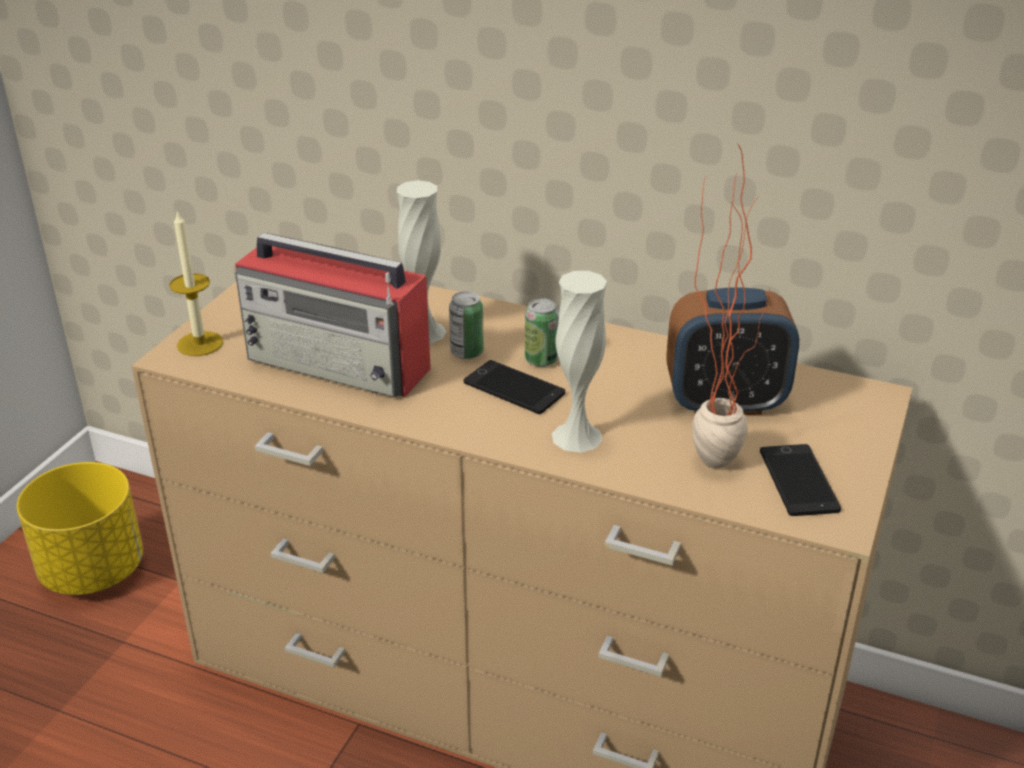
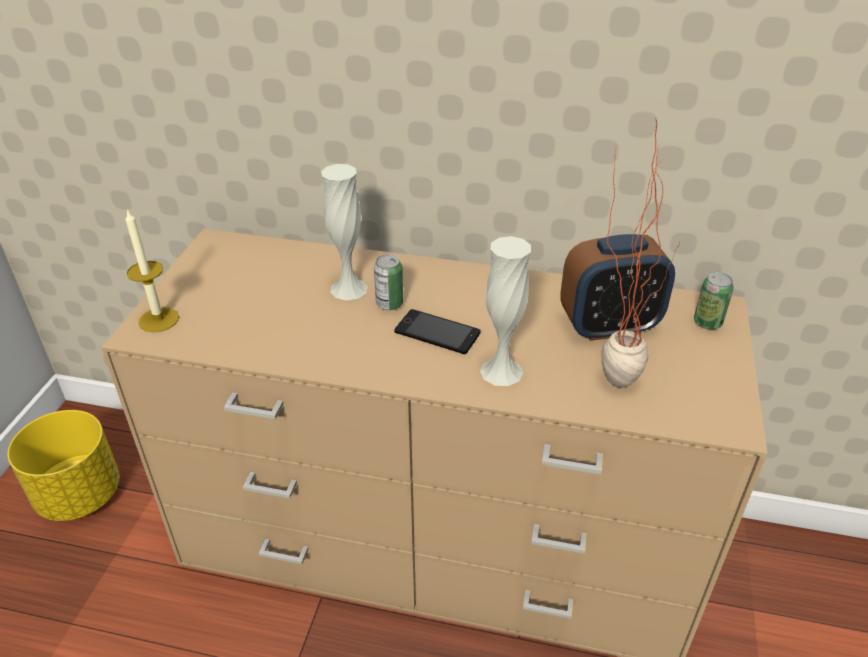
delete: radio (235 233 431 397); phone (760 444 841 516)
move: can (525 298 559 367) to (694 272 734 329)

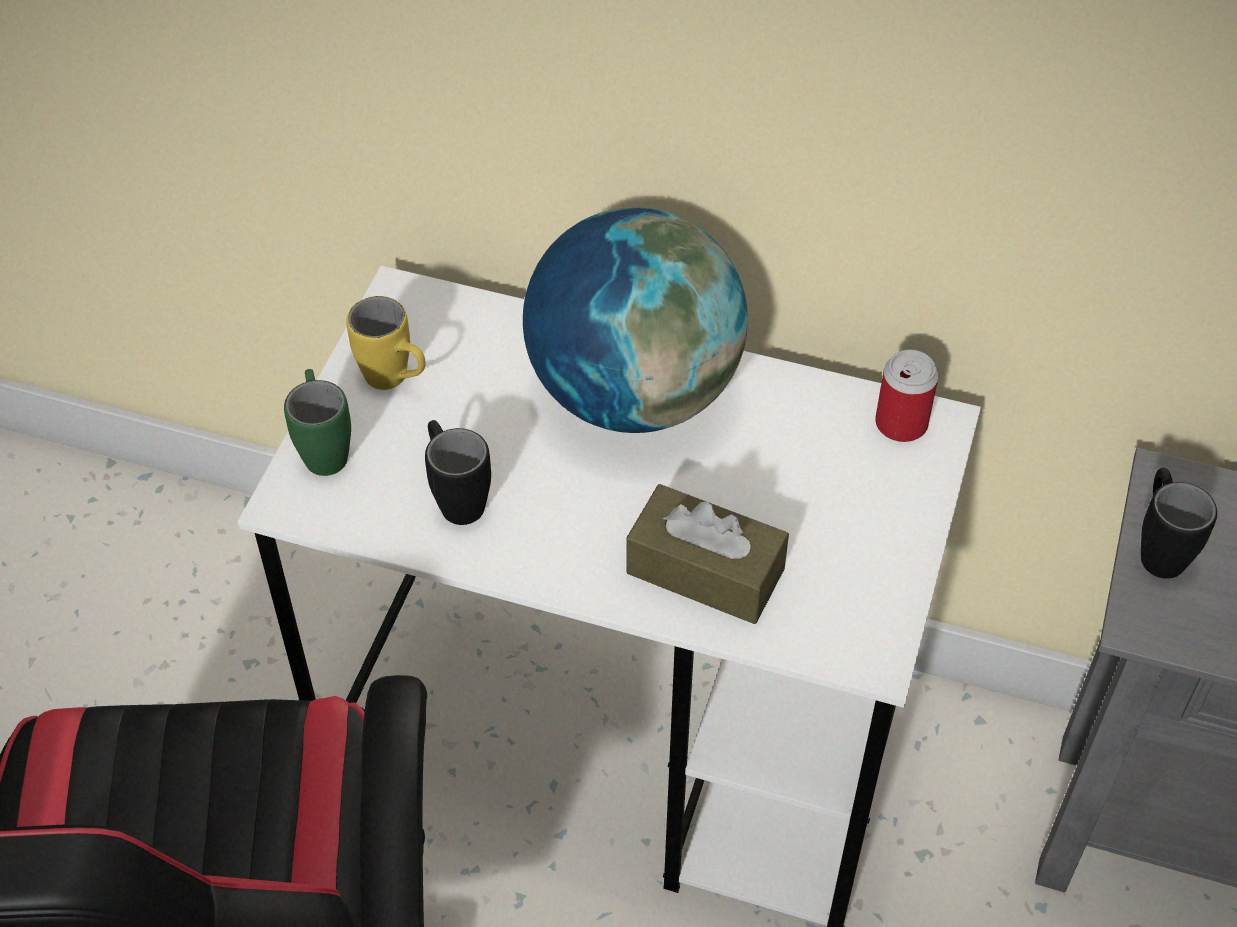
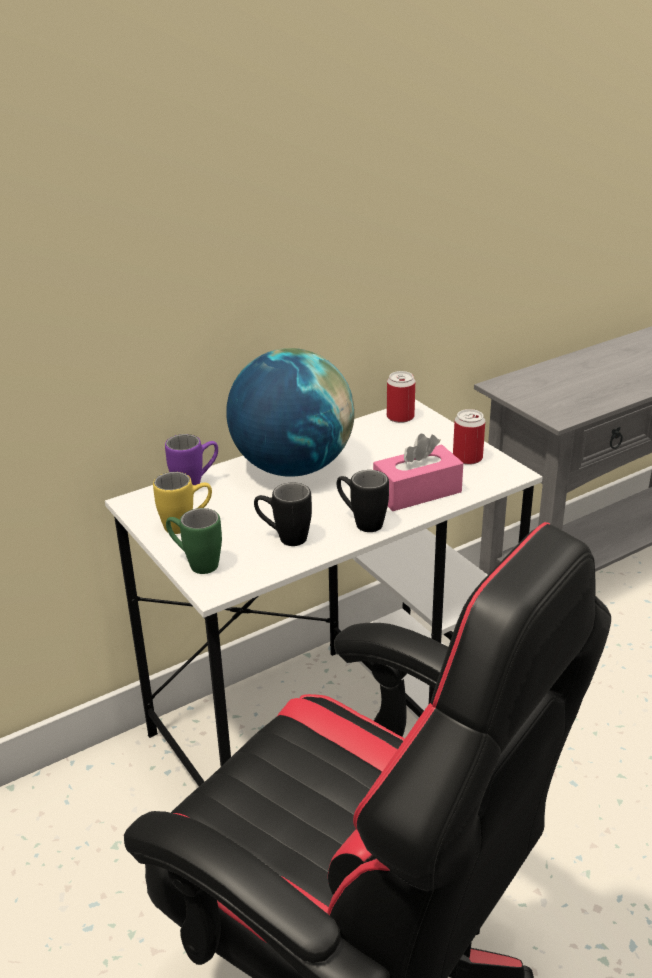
insert: mug in purple (165 434 218 485); can (453 409 485 465)
move: mug in black (1141 468 1217 579) to (337 470 389 532)
recolor: tissue box in brown (626 484 789 624) to tissue box in pink (373 434 463 511)

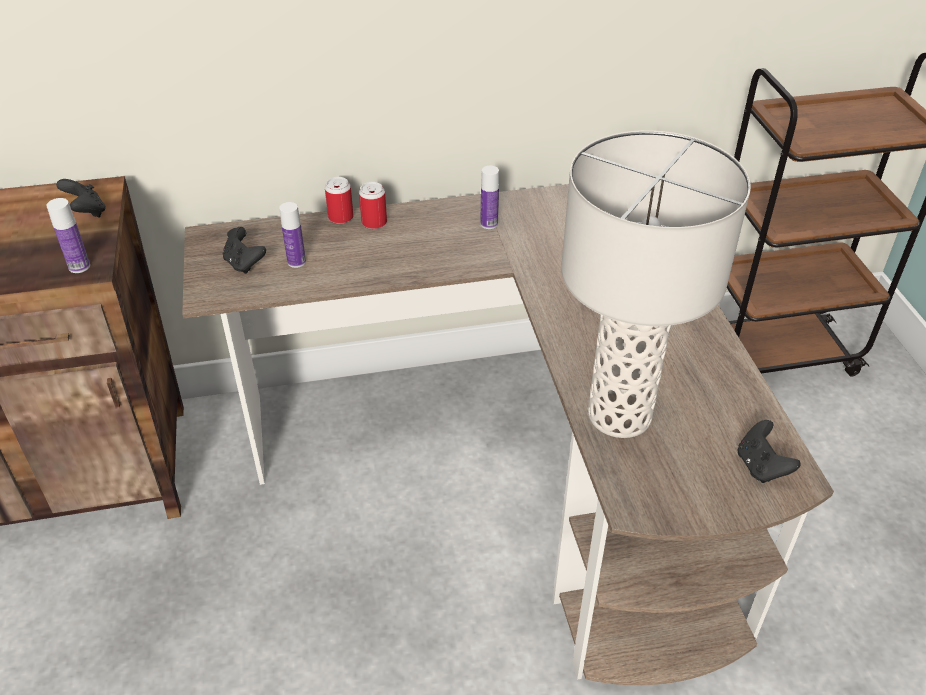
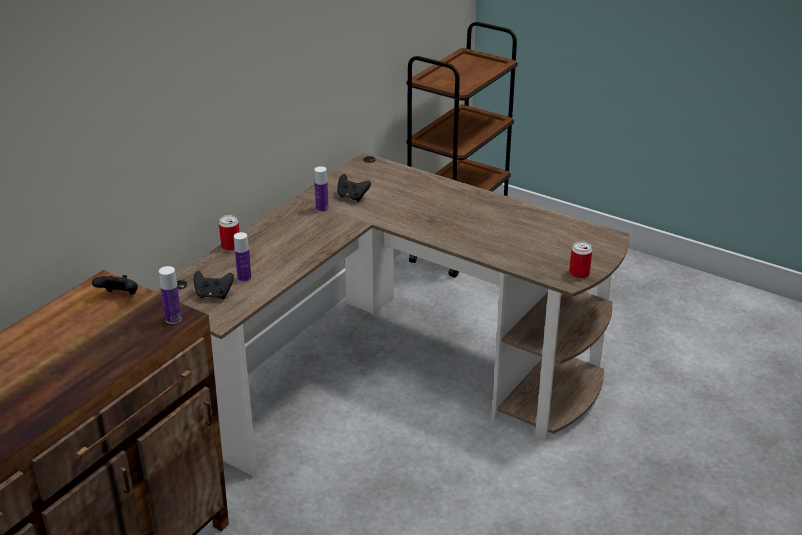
delete: table lamp in white (561 130 751 438)
move: game controller in black (738 420 800 483) to (337 174 371 202); can (359 182 387 229) to (569 241 592 279)

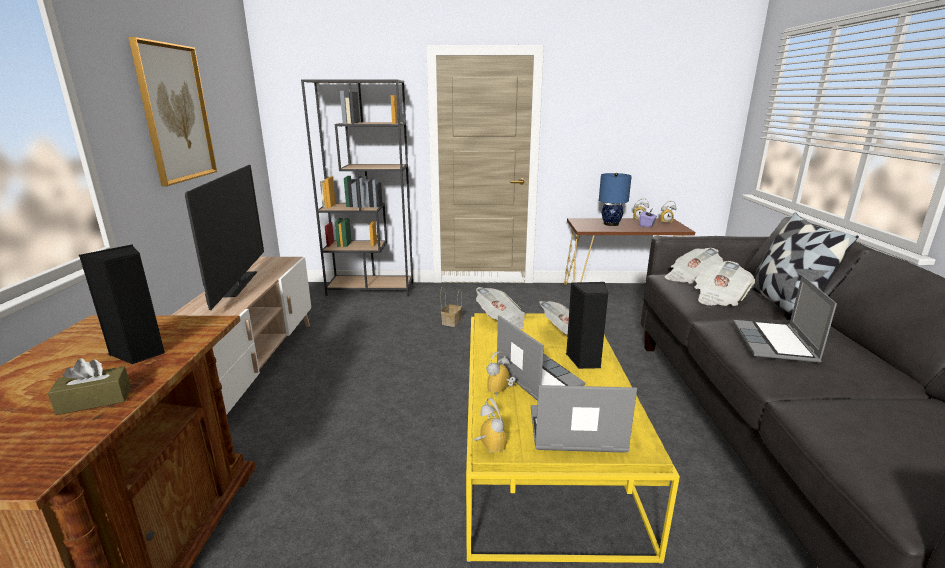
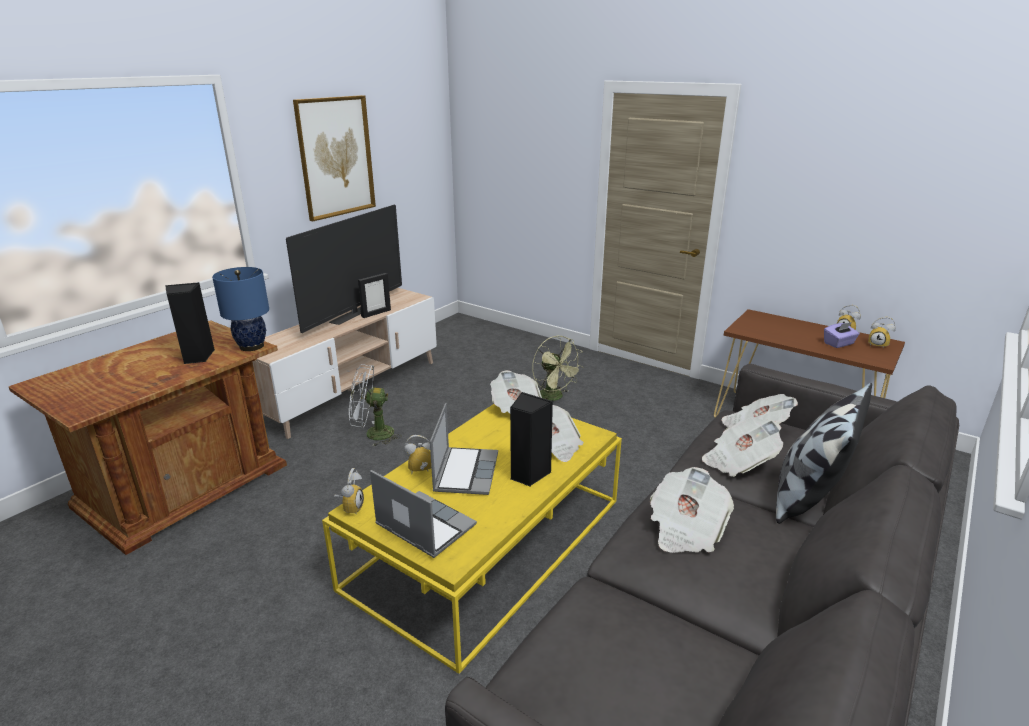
delete: tissue box in brown (48 358 131 415); bookcase (301 79 413 296)
insert: fan in white (349 364 402 446); picture frame (358 273 391 318)
move: table lamp in blue (599 173 632 226) to (212 267 269 351)
replace: basket (440 287 462 327) to fan in green (532 336 583 401); laptop (733 275 837 363) to newspaper (650 467 734 553)

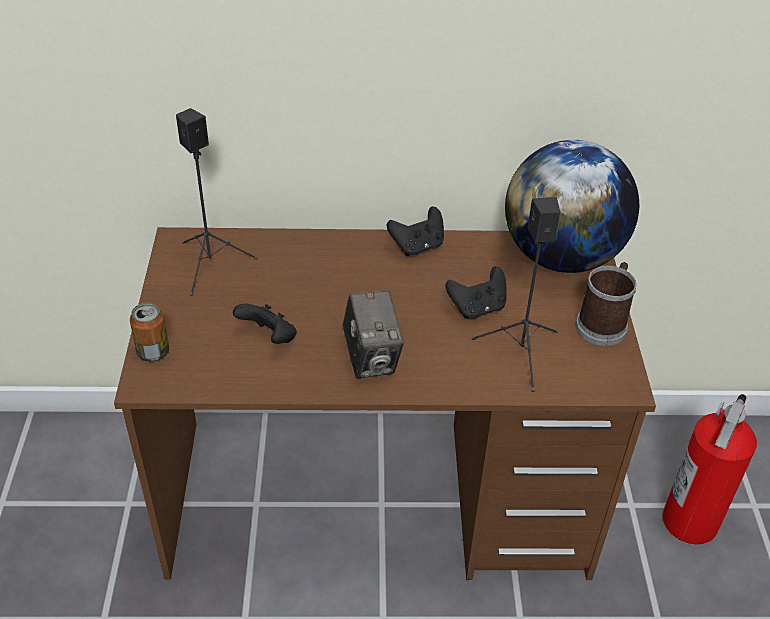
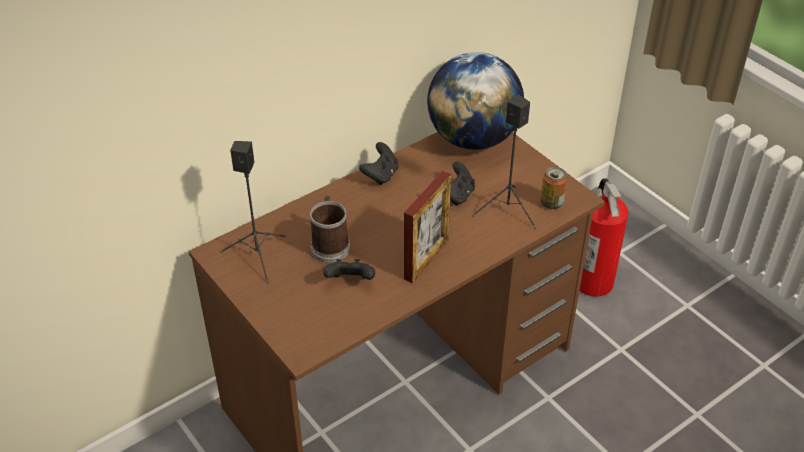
move: mug (575 262 636 346) to (310 196 350 263); can (130 303 169 362) to (541 167 567 209)
replace: photo camera (342 290 404 378) to picture frame (404 171 451 283)

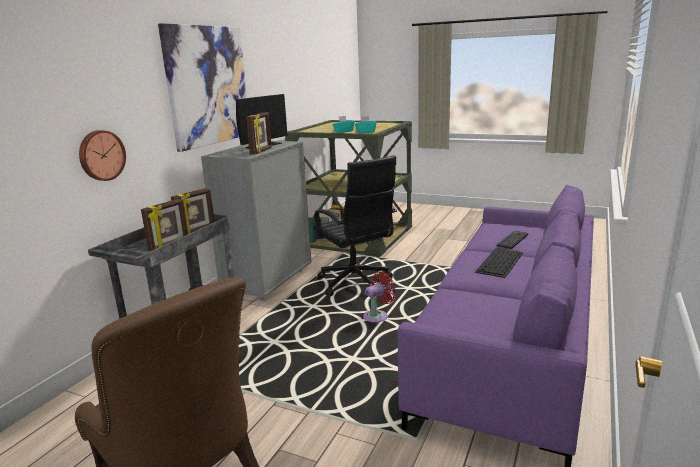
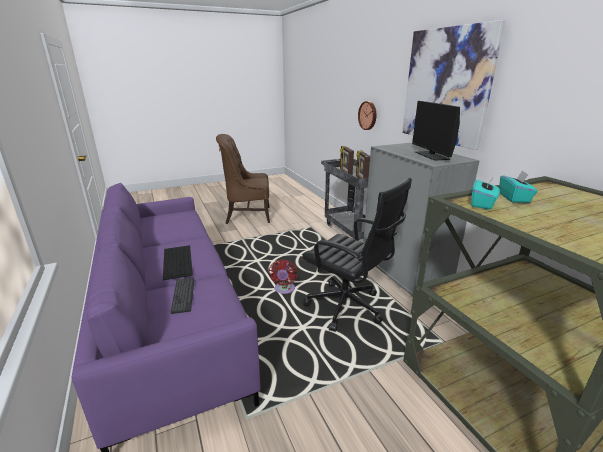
delete: picture frame (246 112 272 154)
rotate: office chair in black (313 155 397 296) = (302 178 412 332) 150 degrees counterclockwise

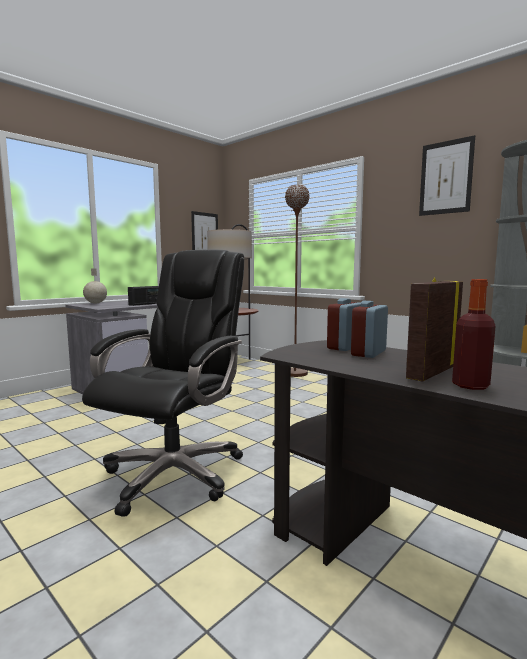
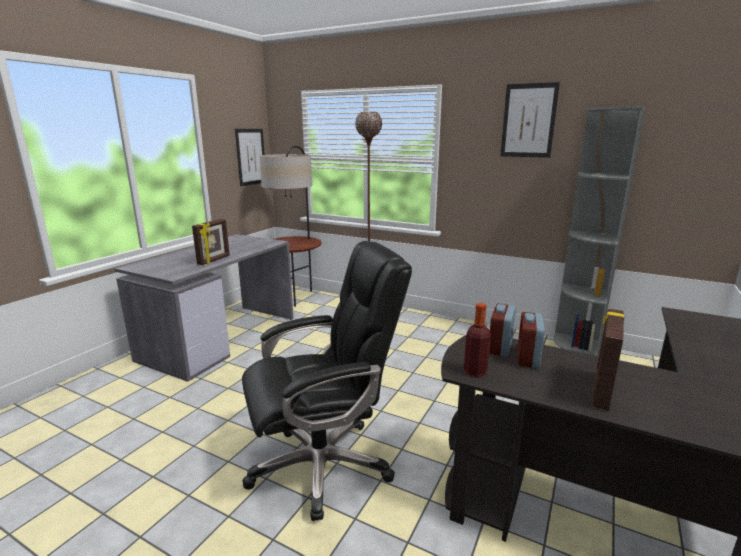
delete: globe (83 269 107 303)
move: bottle (452 279 496 390) to (464 303 491 377)
replace: radio (128 286 159 306) to picture frame (192 219 230 265)
rotate: office chair in black (82 250 244 517) = (242 241 412 521) 60 degrees clockwise

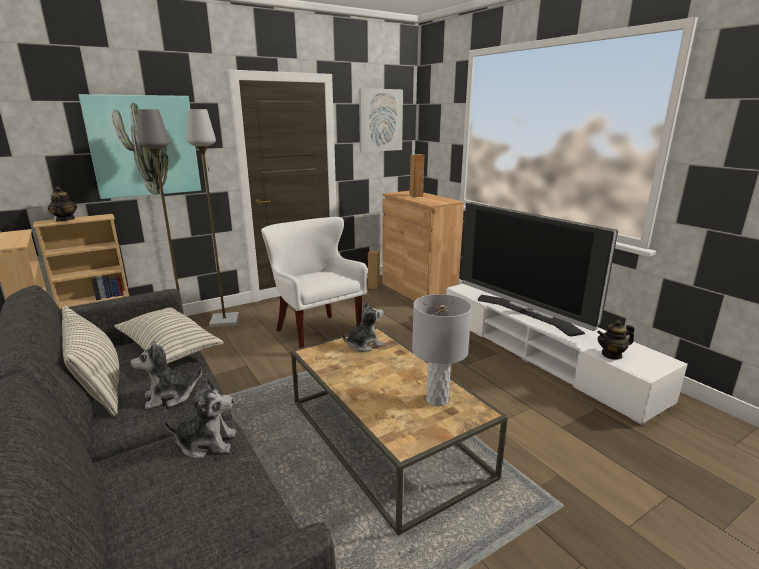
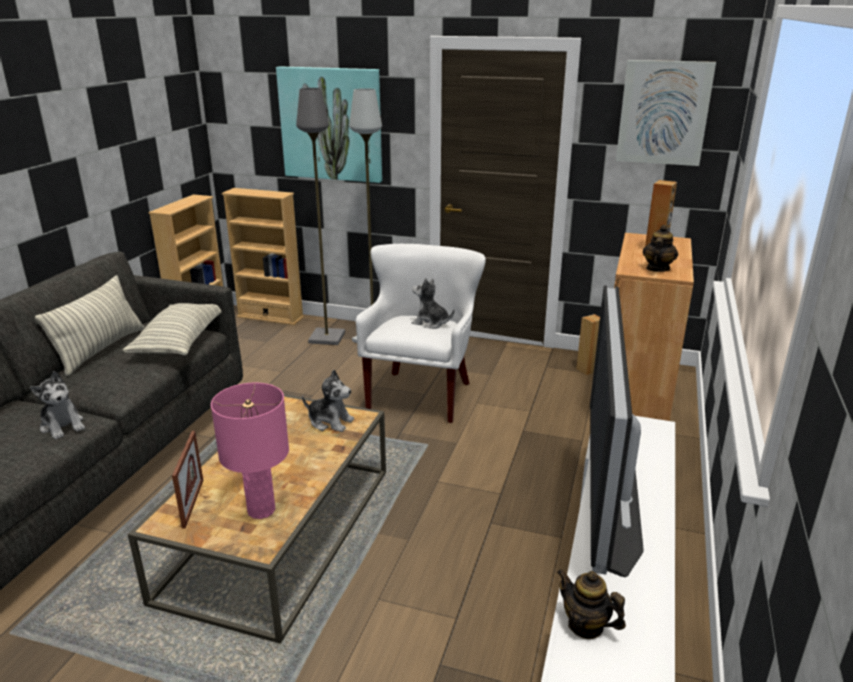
insert: picture frame (172 431 203 528)
move: plush toy (131 341 202 409) to (411 278 454 329); teapot (48 187 77 222) to (643 225 678 272)
recolor: table lamp in grey (412 294 472 406) to table lamp in pink (211 383 289 519)

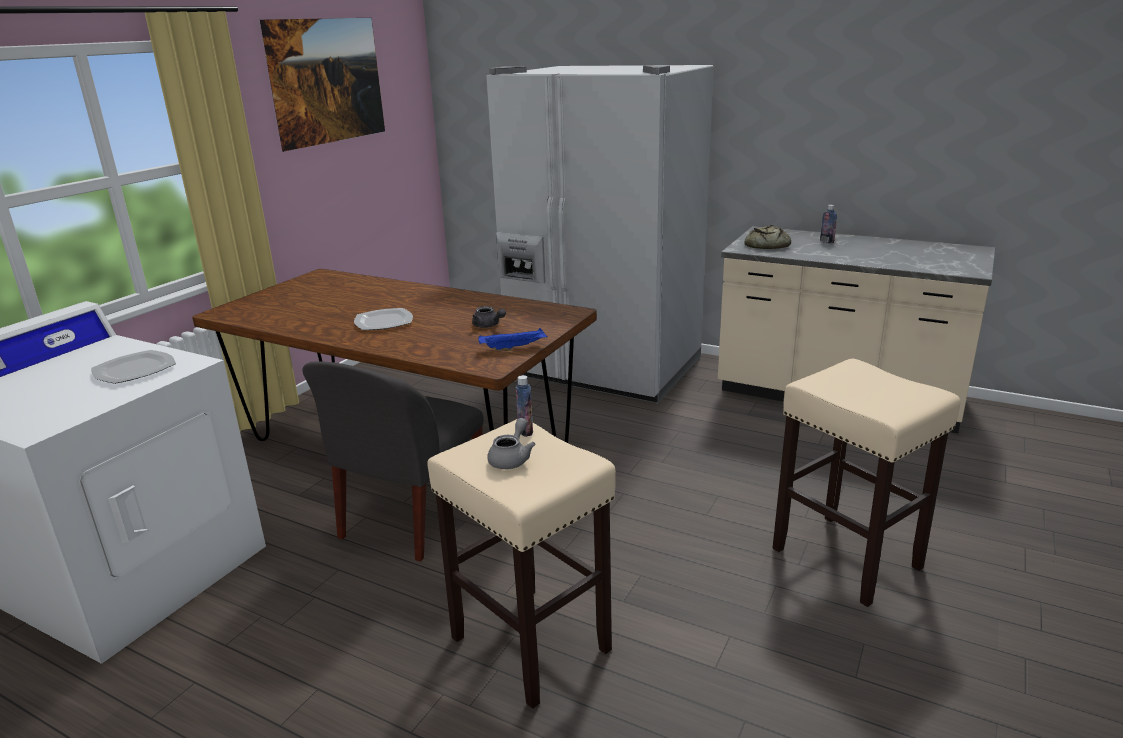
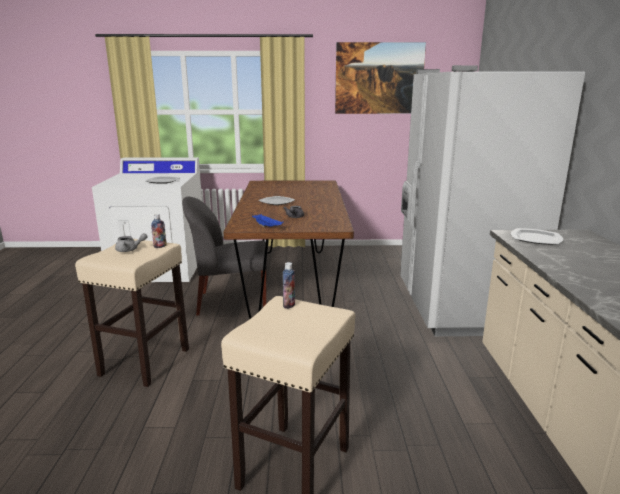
move: bottle (820 205 837 243) to (283 262 295 309)
replace: bread (744 225 791 249) to plate (511 228 563 245)

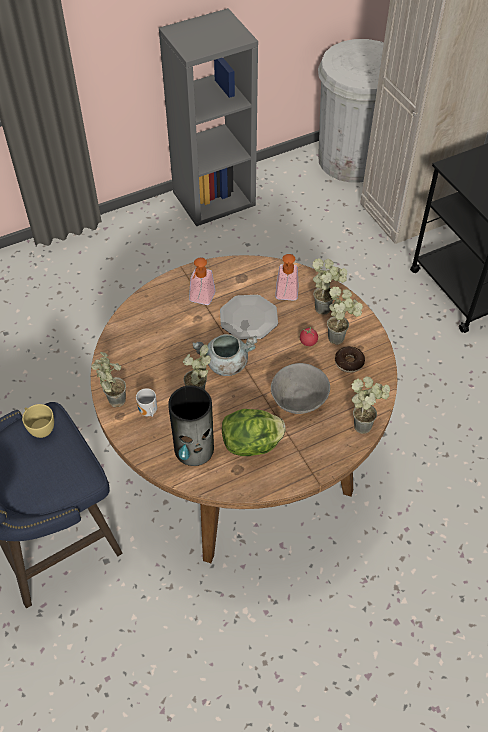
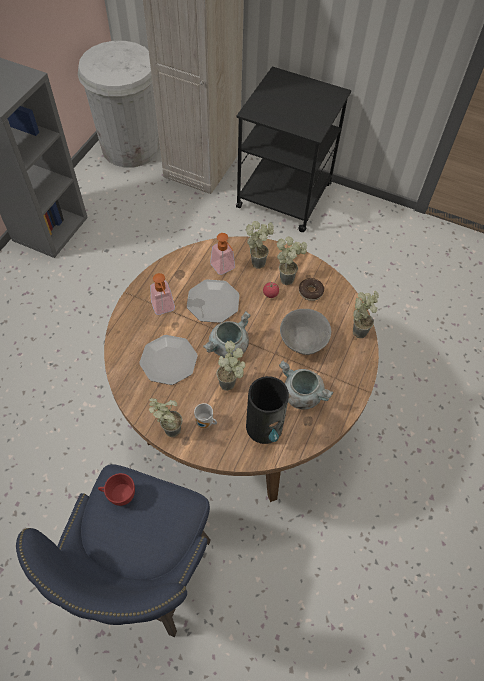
insert: plate (139 335 198 385)
replace: lettuce (222 409 286 456) to cooking pot in grey (279 361 334 410)
recolor: cup in yellow (22 404 54 438) to cup in red (98 473 135 506)

